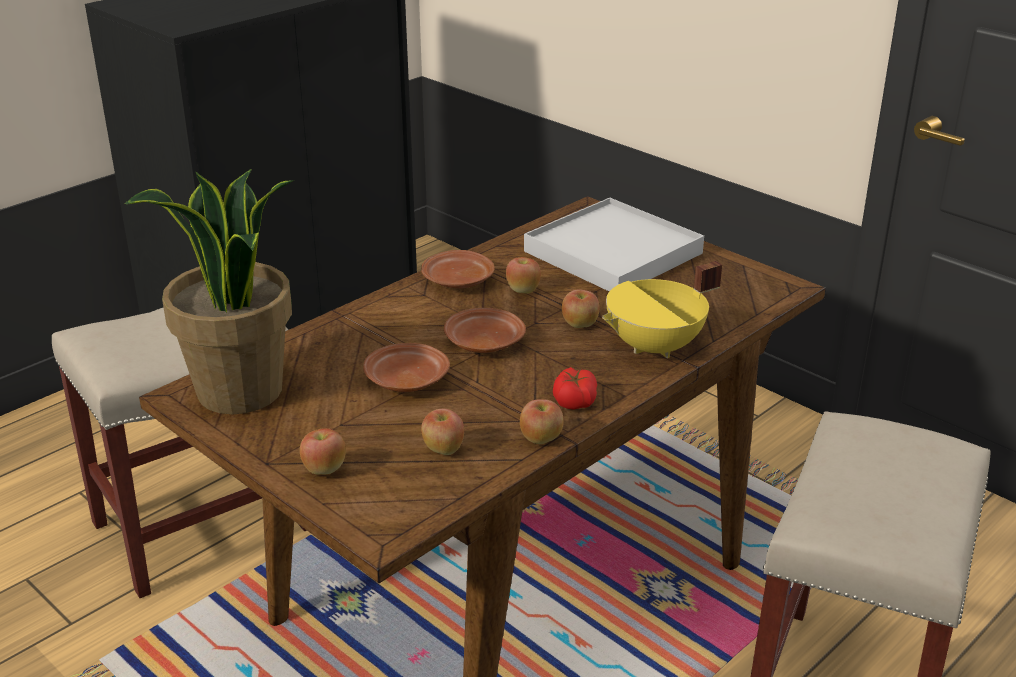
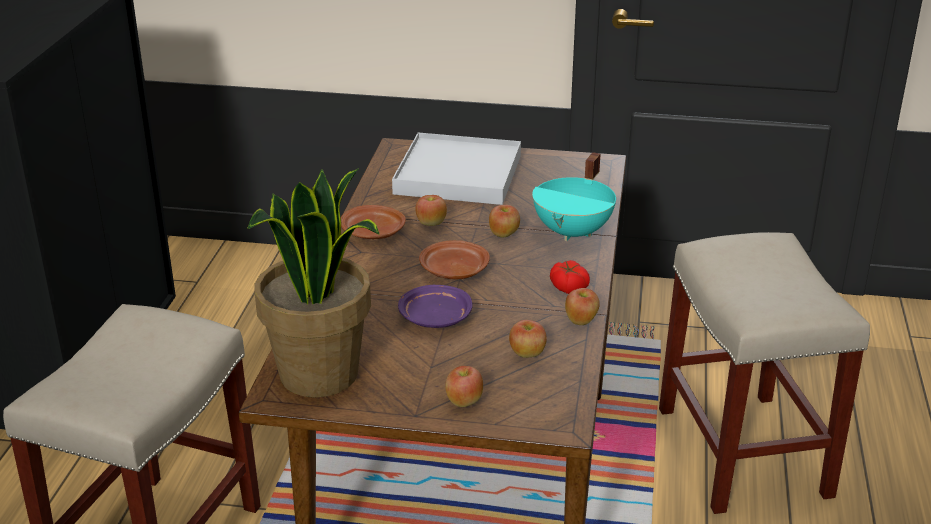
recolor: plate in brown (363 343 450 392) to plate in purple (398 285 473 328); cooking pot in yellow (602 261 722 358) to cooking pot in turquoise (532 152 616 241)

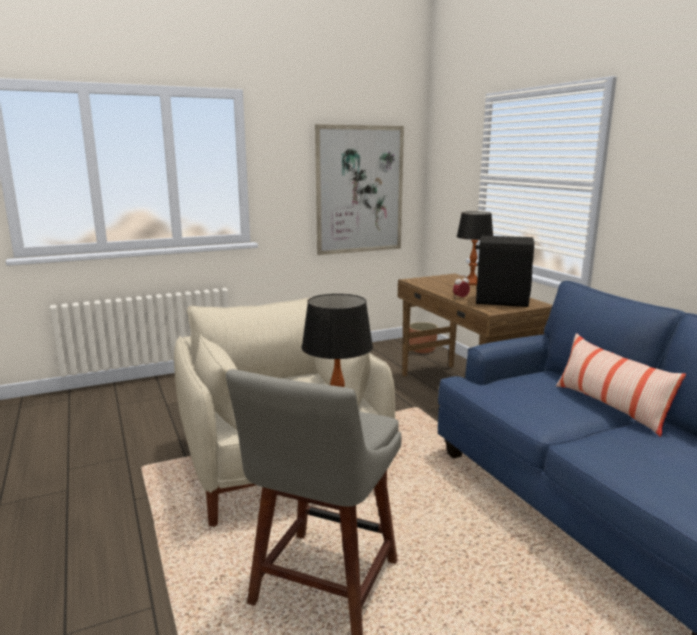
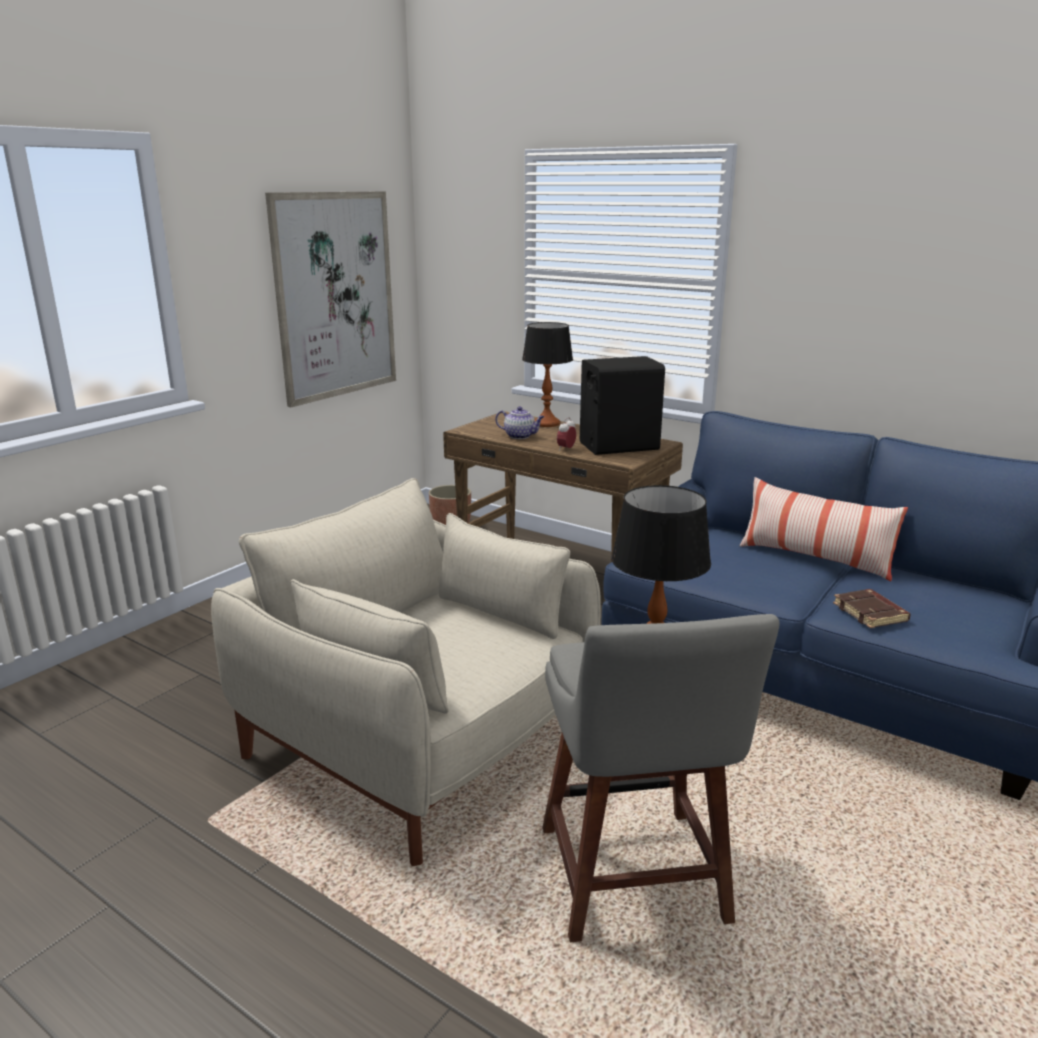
insert: teapot (495 406 544 439); book in brown (833 589 911 628)

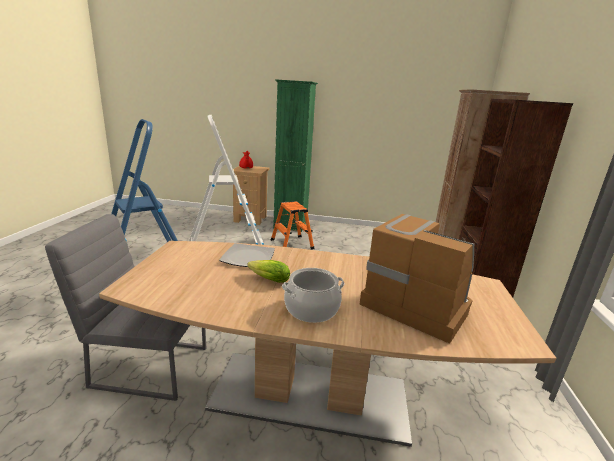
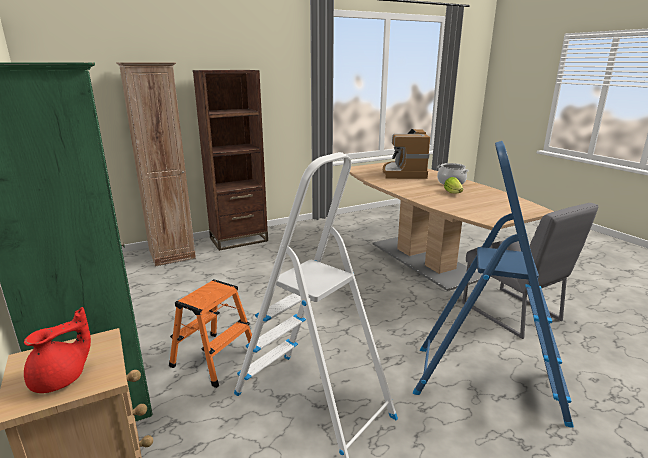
delete: plate (219 243 275 267)

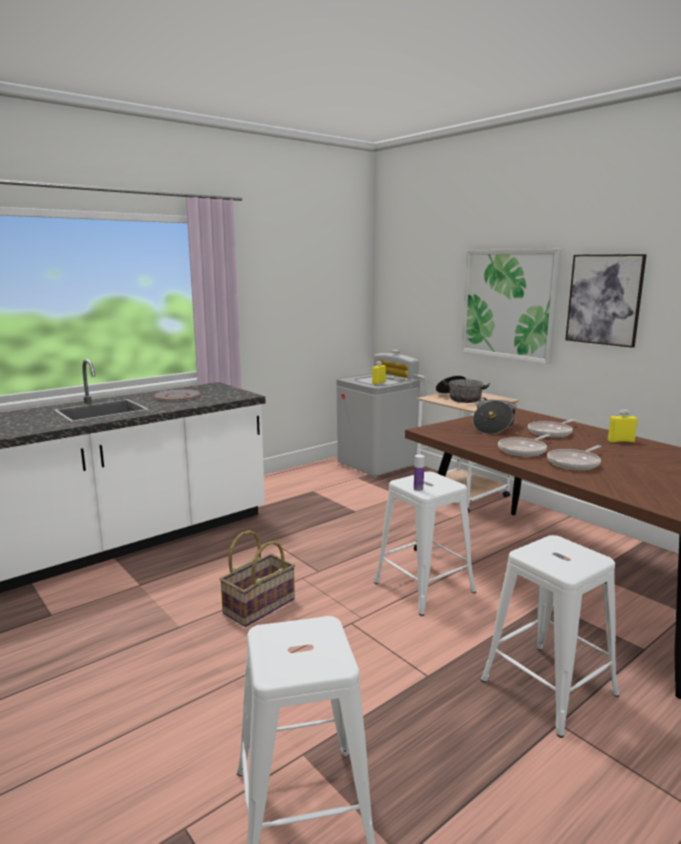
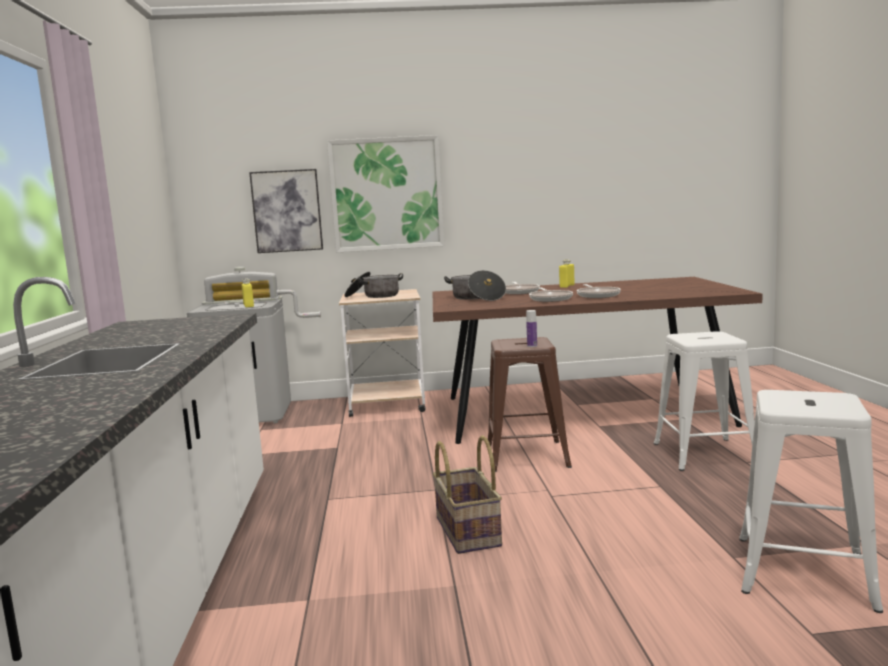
delete: plate in grey (153 389 201 401)
move: picture (565 254 647 348) to (249 169 323 253)
recolor: stool in white (374 472 476 616) to stool in brown (488 337 572 472)

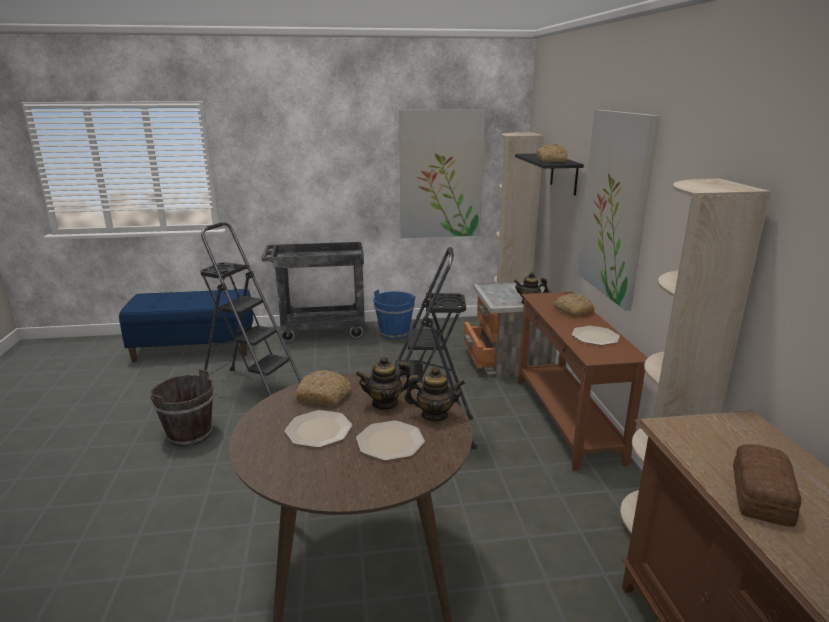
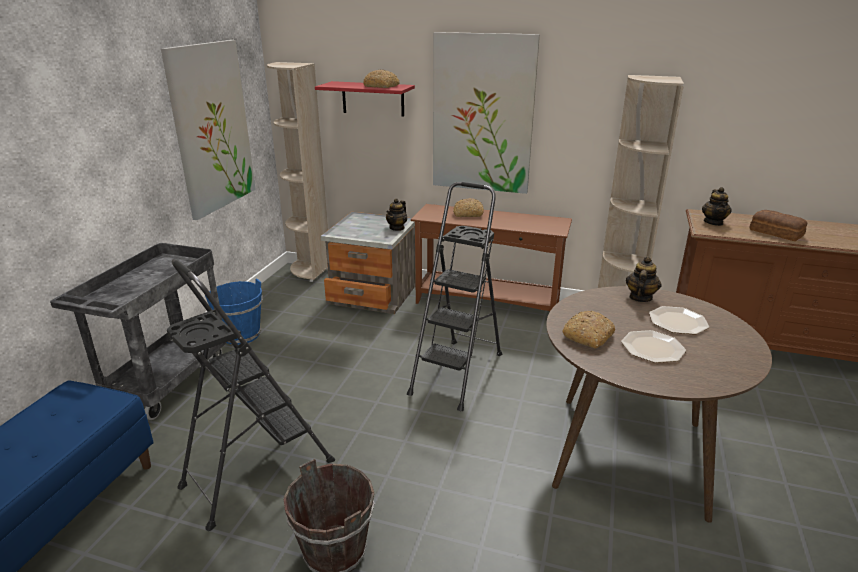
delete: plate (571 326 620 345)
move: teapot (356 356 411 410) to (702 187 732 226)
recolor: shelf in black (515 154 584 196) to shelf in red (315 81 415 116)

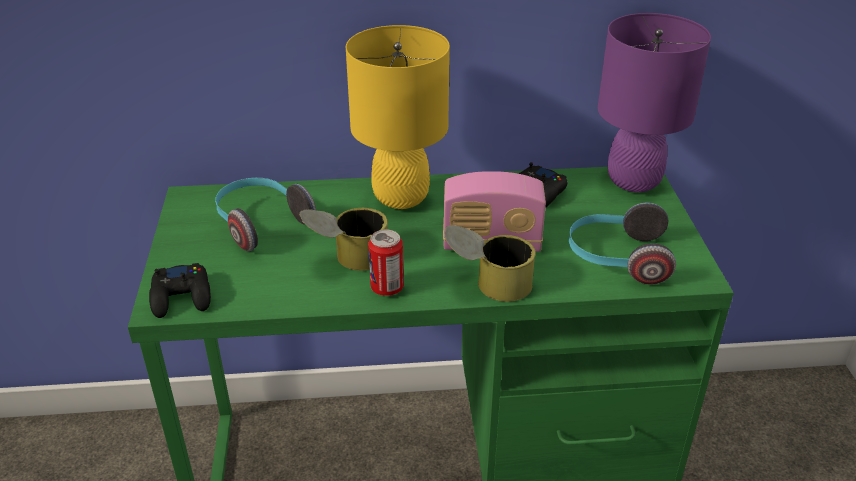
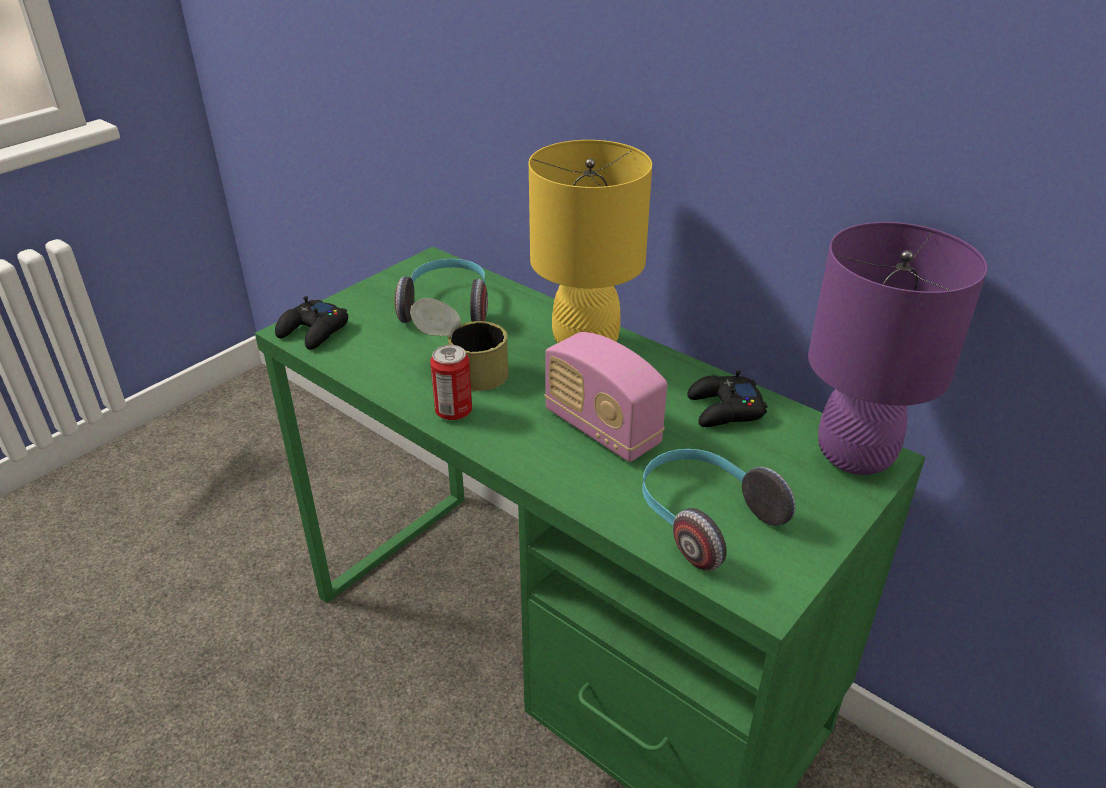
delete: can (444 225 536 302)

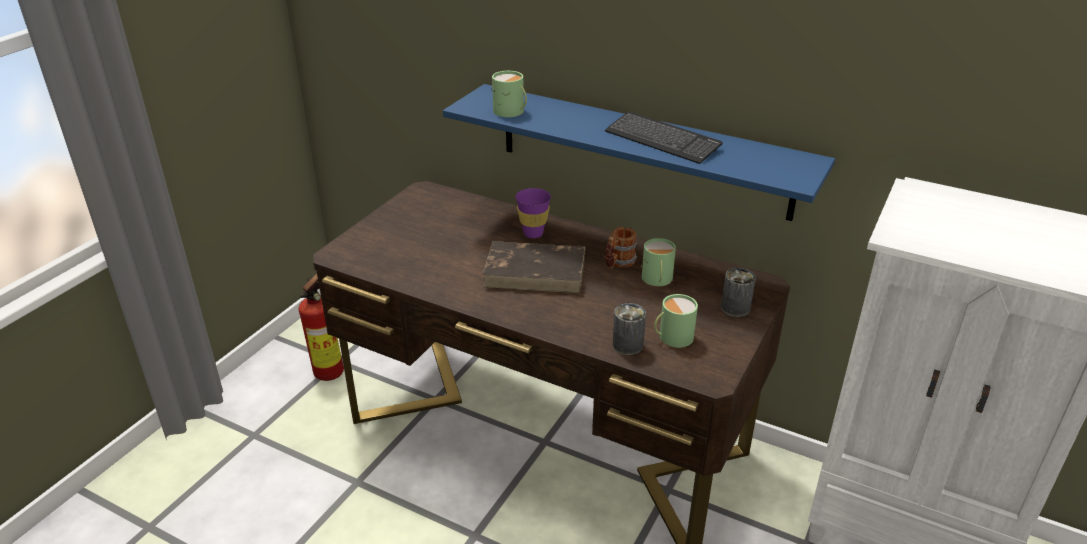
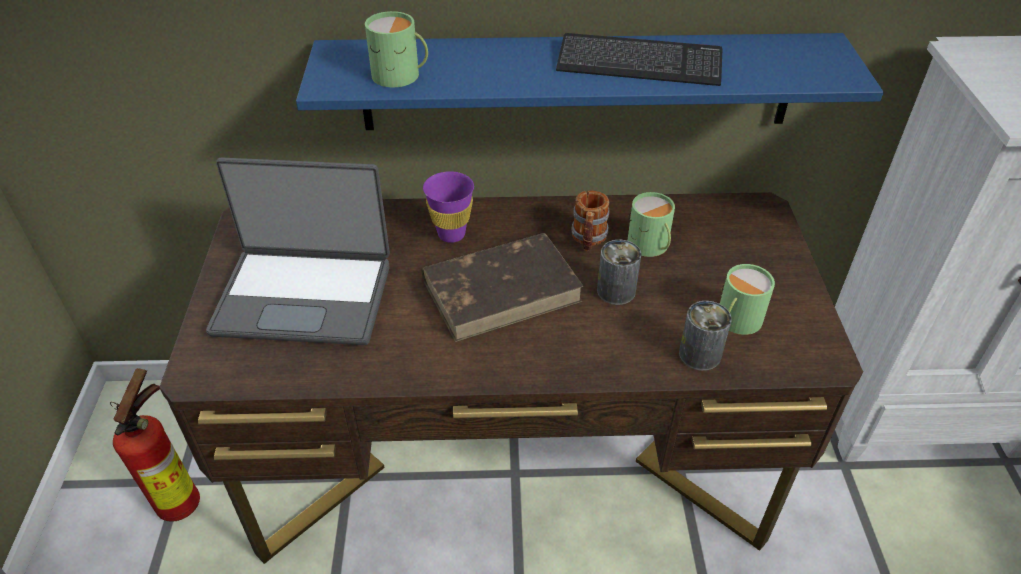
insert: laptop (206 157 390 345)
move: can (721 268 756 317) to (597 240 641 305)

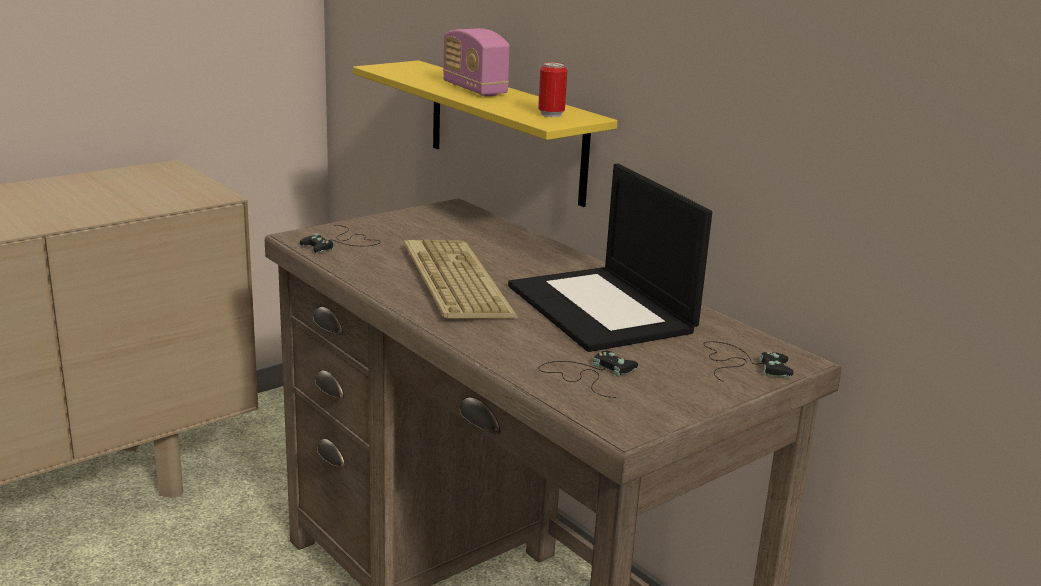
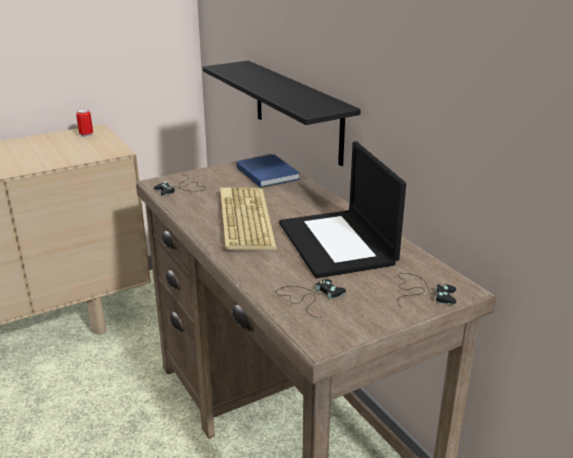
delete: radio (443 28 510 96)
insert: book in blue (236 154 300 188)
move: can (538 62 567 117) to (76 109 93 137)
recolor: shelf in yellow (353 60 618 207) to shelf in black (203 61 361 166)

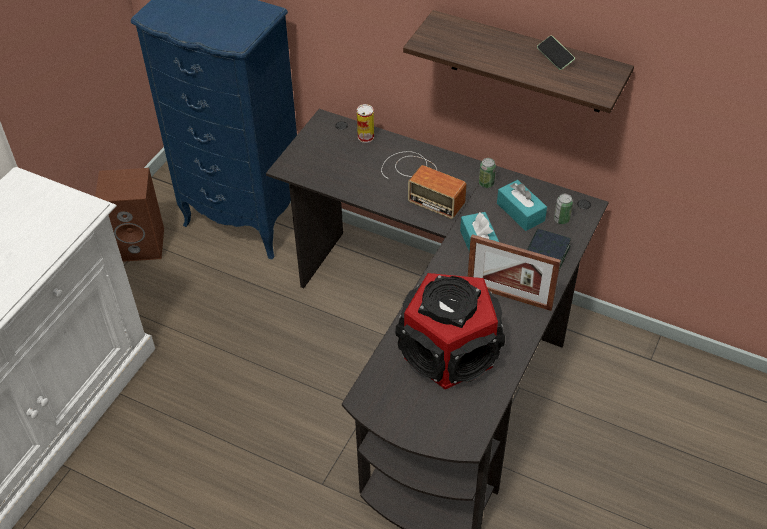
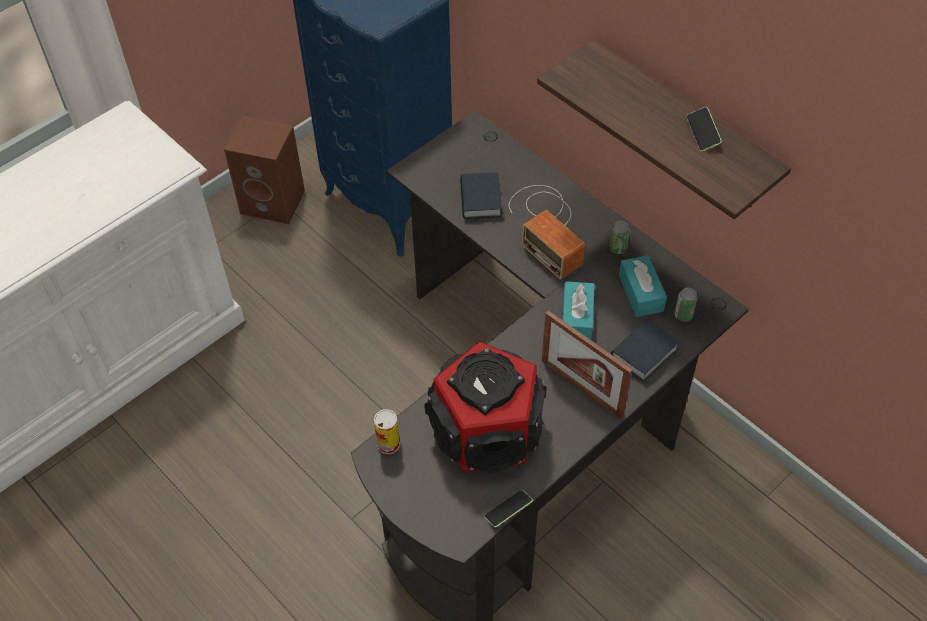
insert: book (460 173 502 219); phone (484 490 533 527)
move: can (357 104 374 143) to (374 409 400 454)

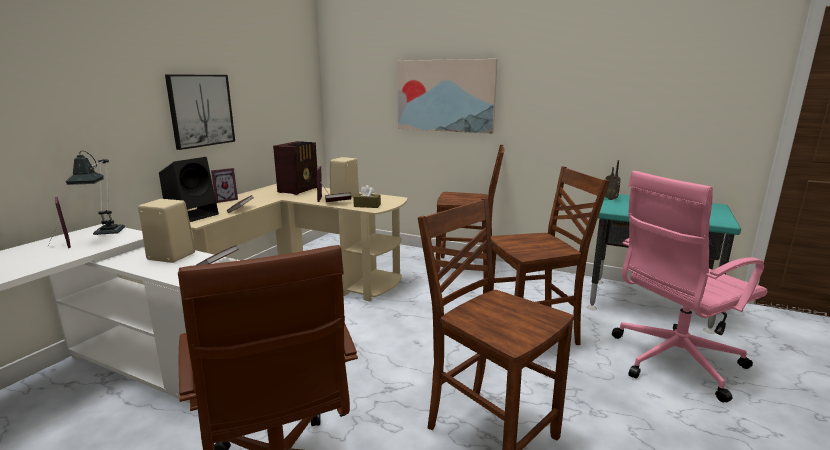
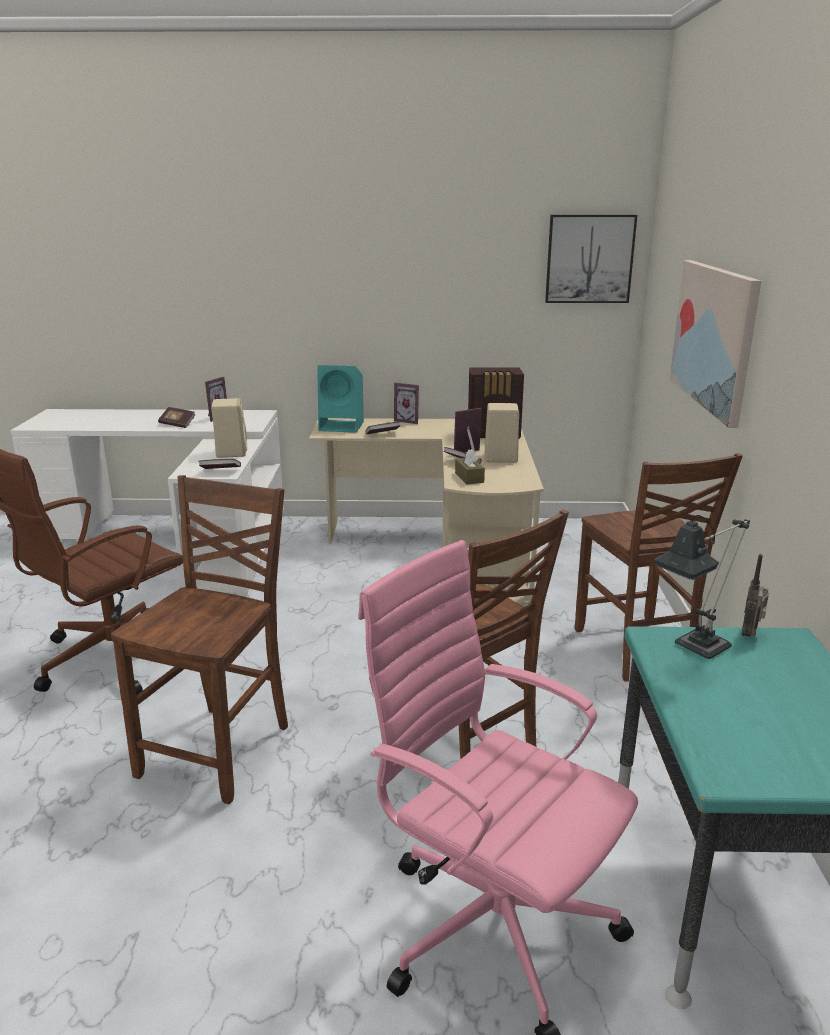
insert: book (158 407 195 428)
move: picture (165 74 235 150) to (545 215 637 303); table lamp (65 151 125 235) to (655 515 750 659)
recolor: speaker in black (159 157 219 222) to speaker in turquoise (317 365 364 433)

